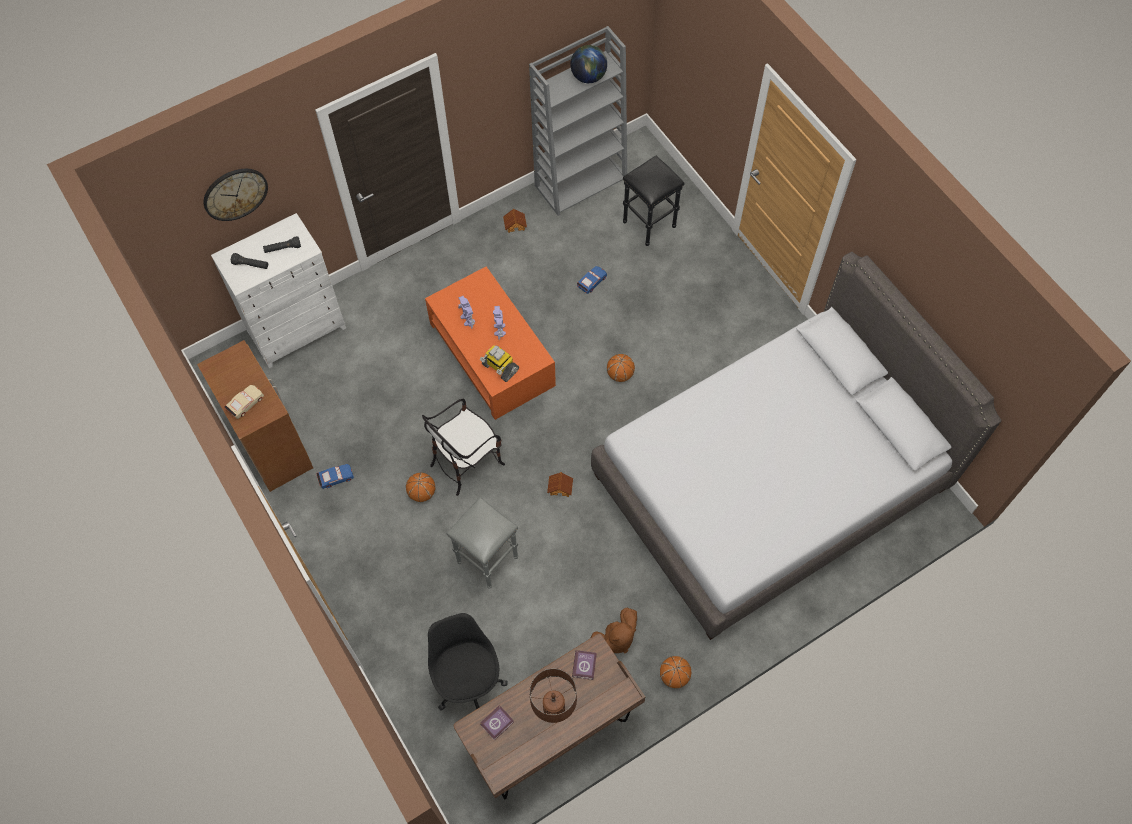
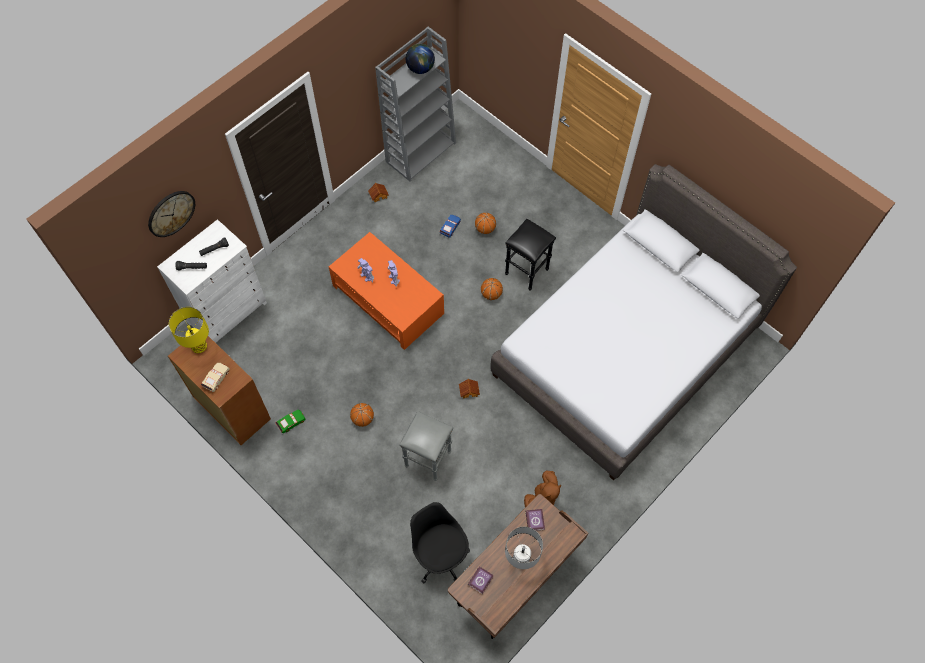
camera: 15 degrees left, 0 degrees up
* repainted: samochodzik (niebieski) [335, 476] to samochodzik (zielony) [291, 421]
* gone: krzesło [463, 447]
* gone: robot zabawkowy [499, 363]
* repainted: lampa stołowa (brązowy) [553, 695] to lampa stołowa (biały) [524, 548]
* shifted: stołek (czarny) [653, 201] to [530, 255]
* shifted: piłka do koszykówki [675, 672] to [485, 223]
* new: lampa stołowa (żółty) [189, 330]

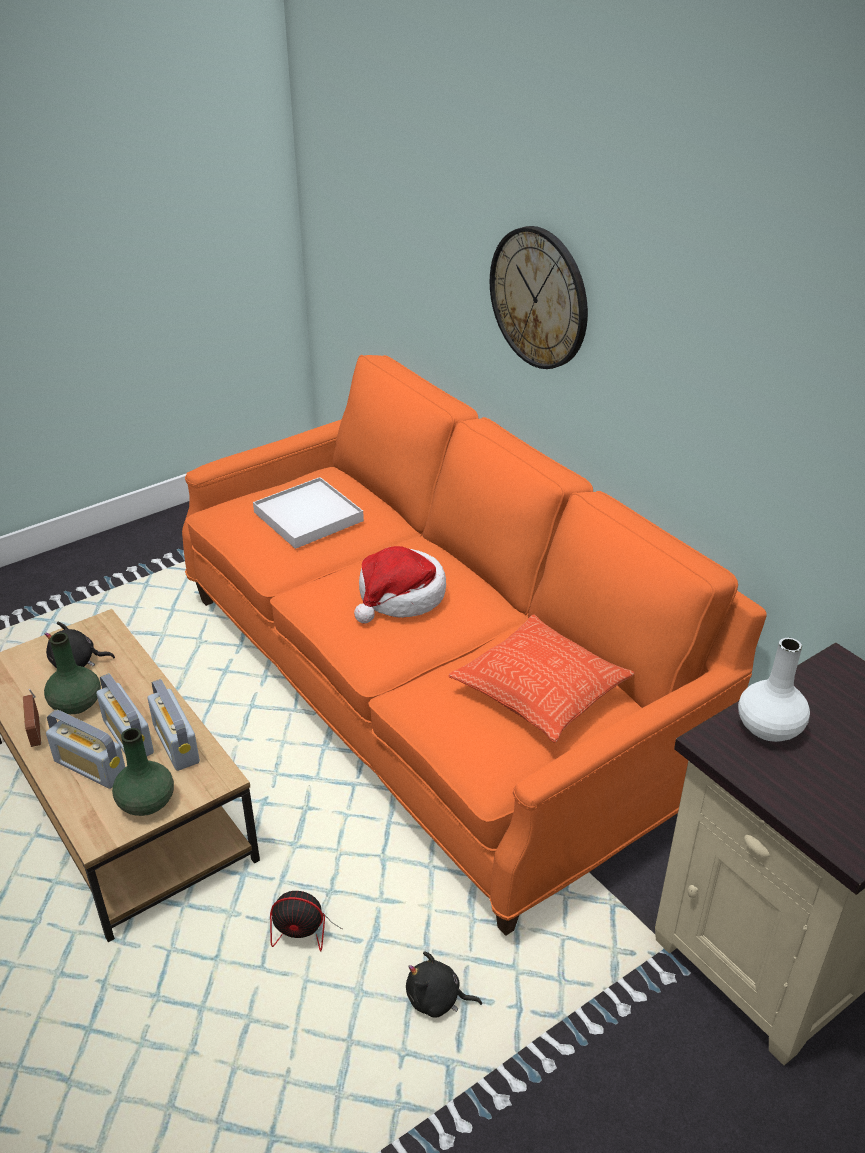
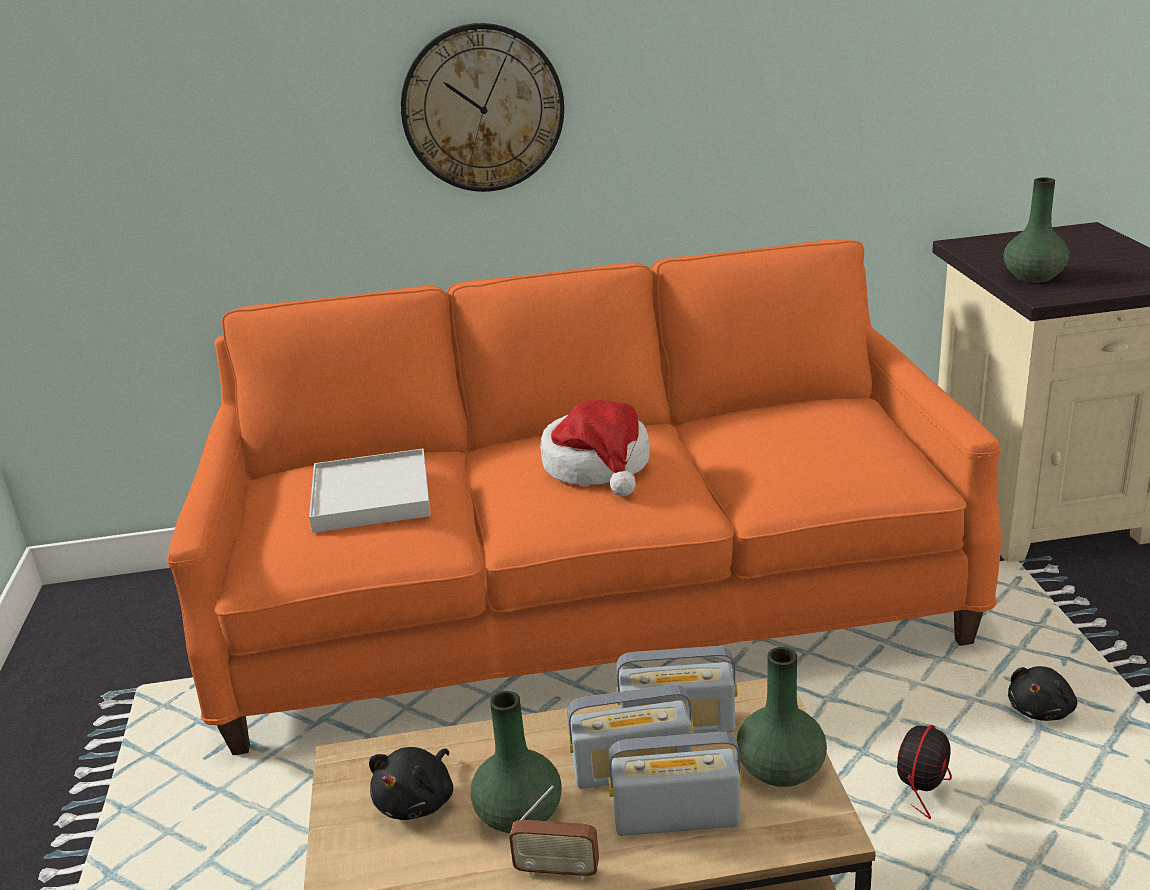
camera: 60 degrees left, 10 degrees down
* rotated: radio [85, 749] = [675, 784] 150 degrees counterclockwise
* gone: poduszka (pomarańczowy) [542, 679]
* repainted: wazon (biały) [774, 690] to wazon (zielony) [1036, 230]

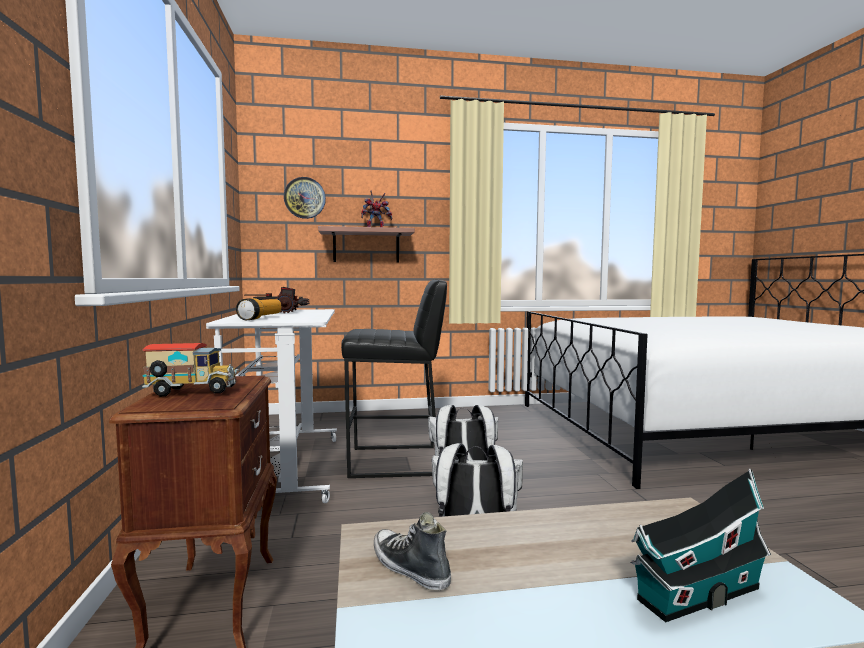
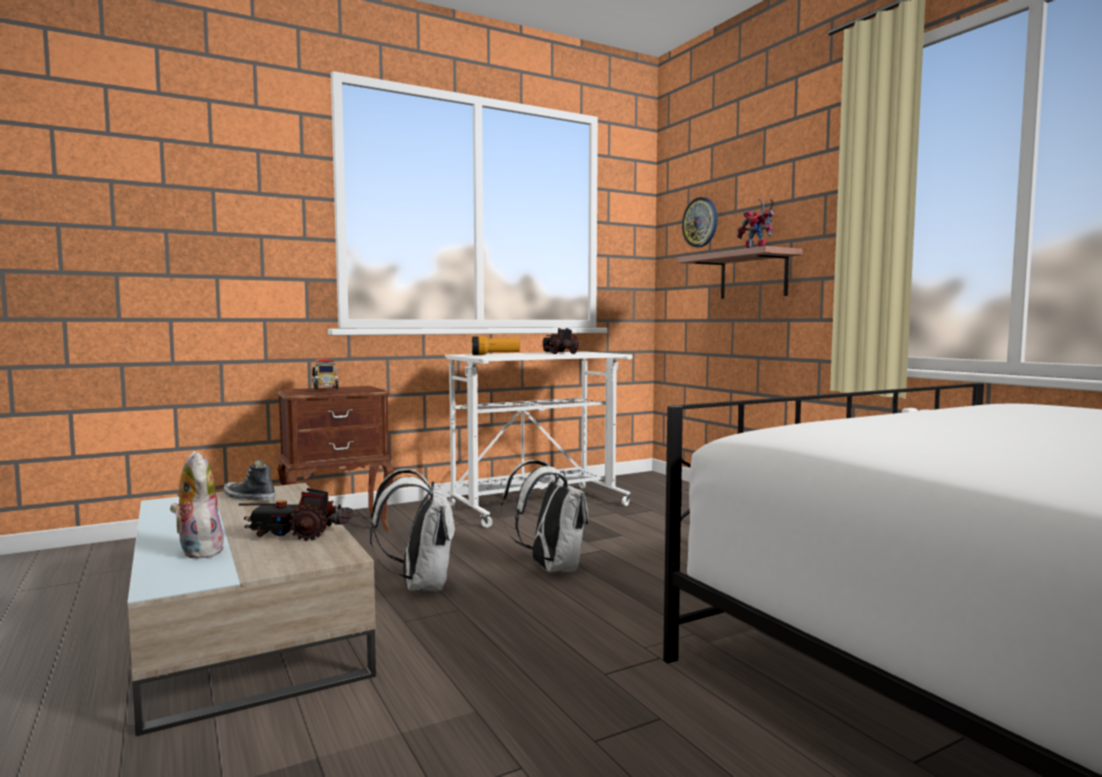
camera: 70 degrees right, 0 degrees up
* gone: stołek (czarny) [394, 379]
* rotated: but [412, 551] = [249, 480] 90 degrees counterclockwise
* swapped: domek [700, 545] to pluszak [196, 505]
* new: ciężarówka zabawkowa [296, 514]

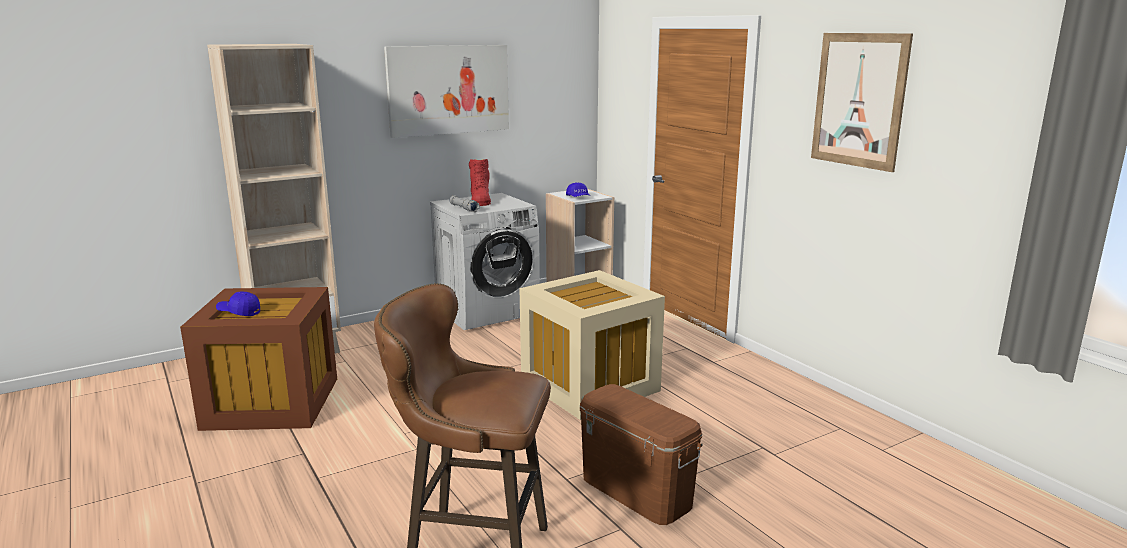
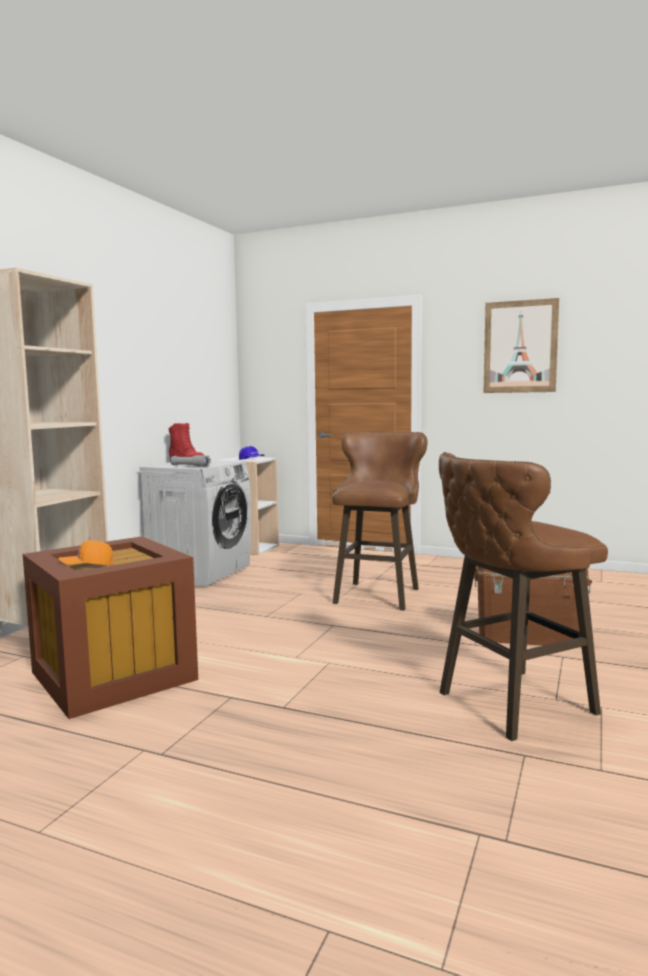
camera: 35 degrees left, 10 degrees down
* repainted: czapka z daszkiem (niebieski) [238, 304] to czapka z daszkiem (pomarańczowy) [85, 552]
* gone: obraz [446, 91]
* swapped: pojemnik do przechowywania (beżowy) [592, 345] to stołek (brązowy) [380, 521]

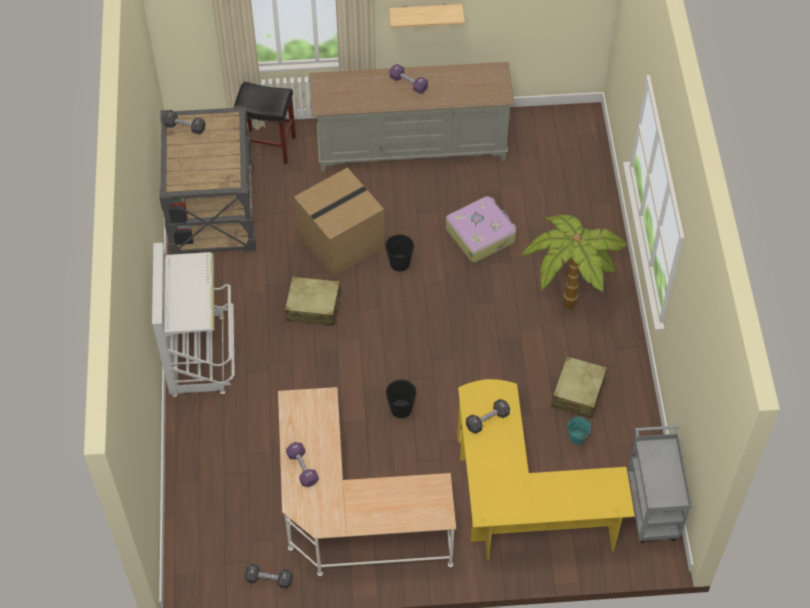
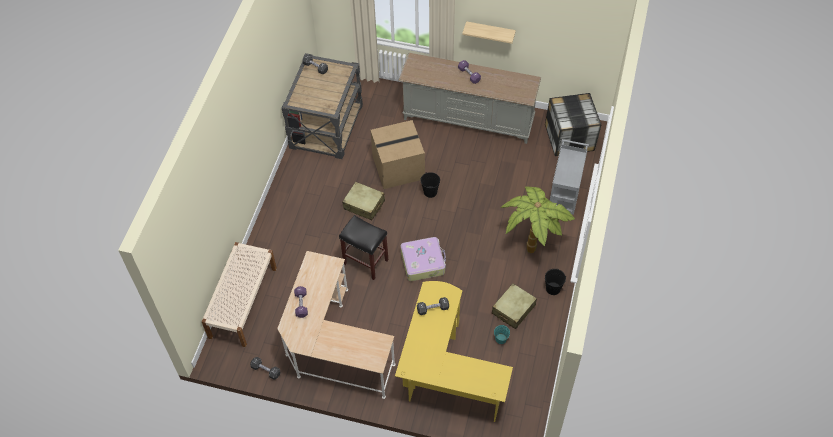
camera: 20 degrees right, 0 degrees up
* gone: regał na buty (biały) [193, 320]
* shifted: stołek (czarny) [265, 123] to [363, 247]
* shifted: wiadro (czarny) [401, 398] to [555, 282]
* shifted: walizka [481, 229] to [423, 259]
* shifted: wózek (szary) [659, 484] to [569, 177]
* new: ławka (beżowy) [239, 294]
* new: pojemnik do przechowywania [573, 124]

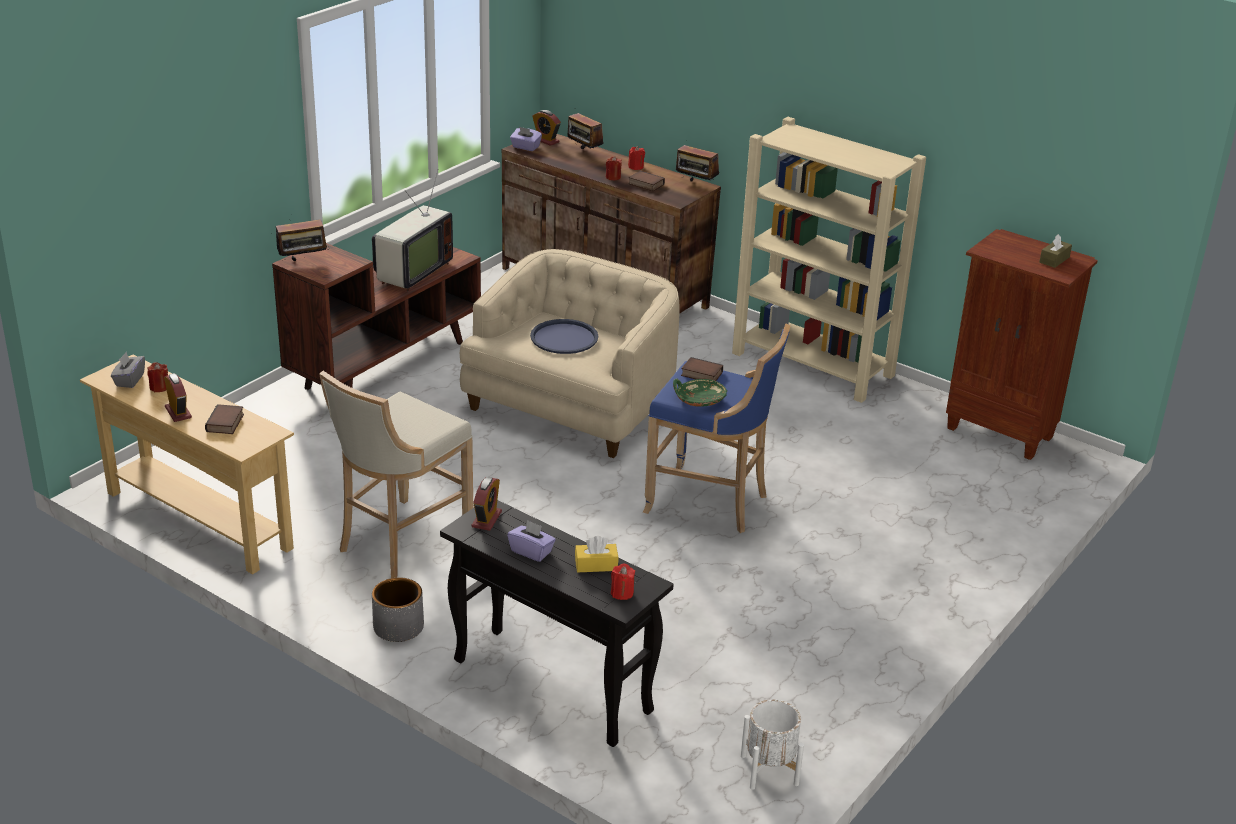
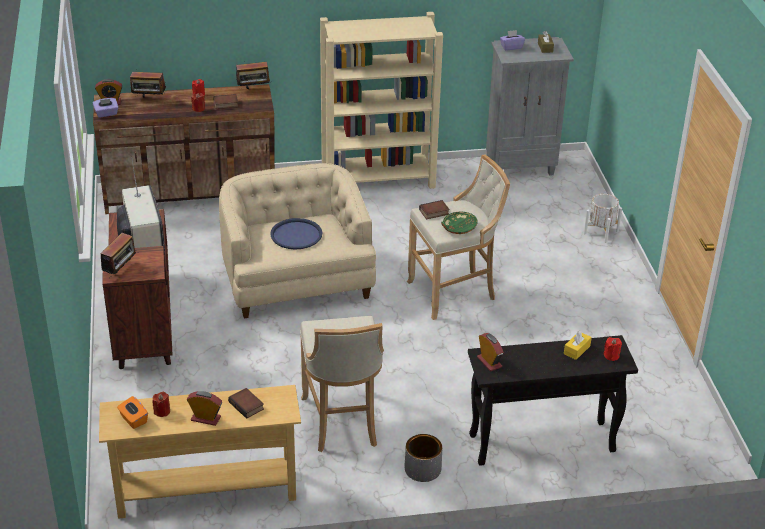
camera: 45 degrees left, 5 degrees up
* repainted: pudełko chusteczek (szary) [128, 370] to pudełko chusteczek (pomarańczowy) [132, 412]
* shifted: pudełko chusteczek (fioletowy) [531, 541] to [512, 40]
* repainted: stołek (niebieski) [717, 428] to stołek (beżowy) [458, 237]
* shifted: donica (biały) [772, 744] to [603, 218]
* repainted: szafka (brązowy) [1022, 344] to szafka (szary) [530, 106]

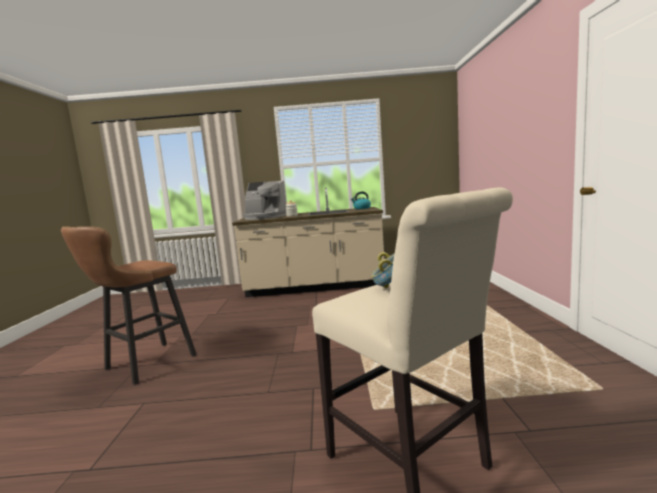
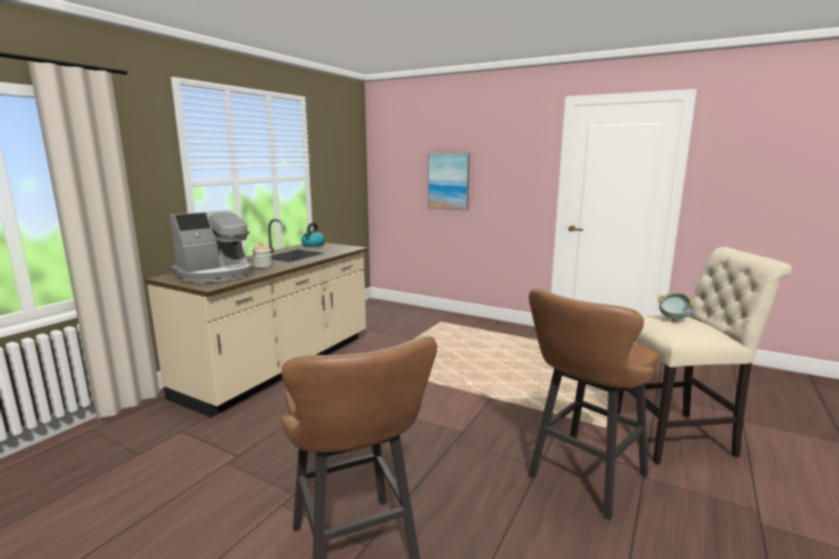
camera: 60 degrees left, 5 degrees up
* new: obraz [449, 181]
* new: stołek (brązowy) [593, 404]

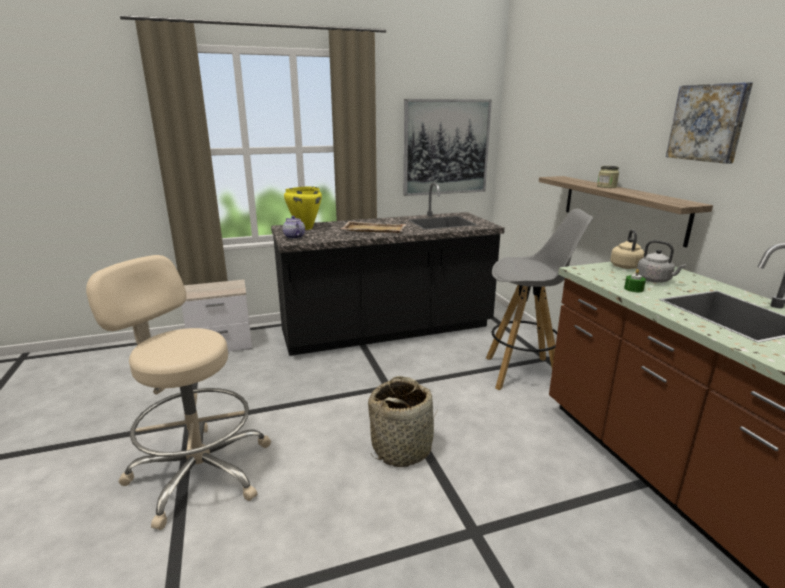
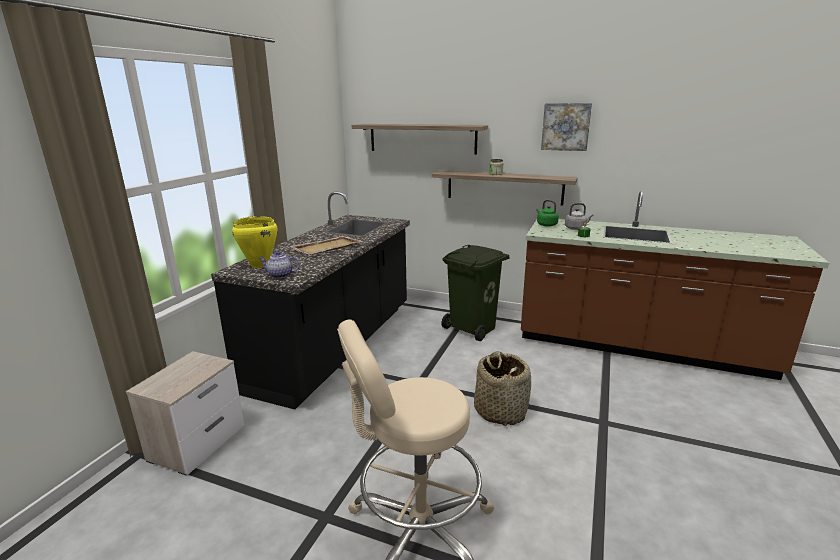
camera: 50 degrees left, 0 degrees up
* gone: obraz [448, 147]
* swapped: stołek (szary) [539, 299] to kosz na śmieci (zielony) [475, 293]
* repainted: czajnik (beżowy) [627, 249] to czajnik (zielony) [547, 213]
* new: półka [420, 139]

